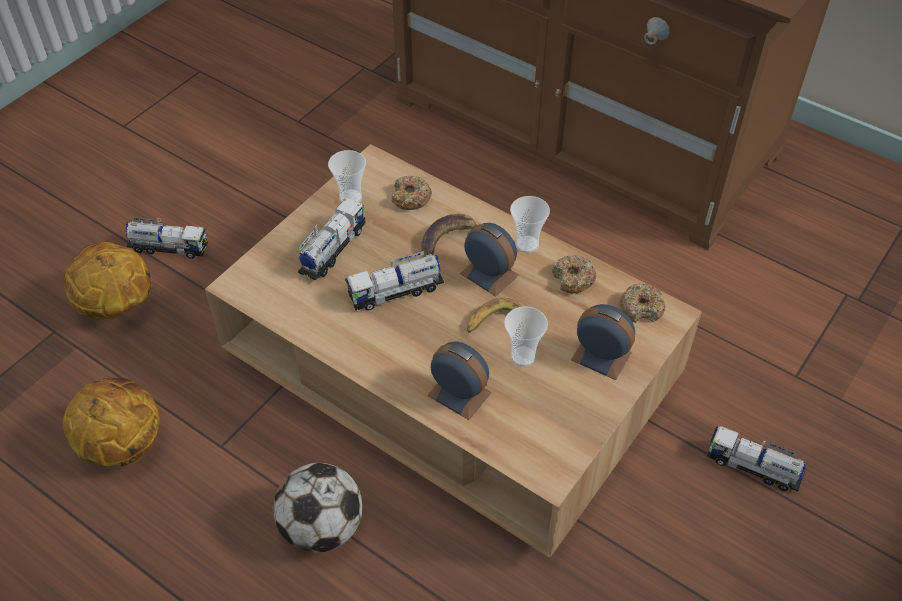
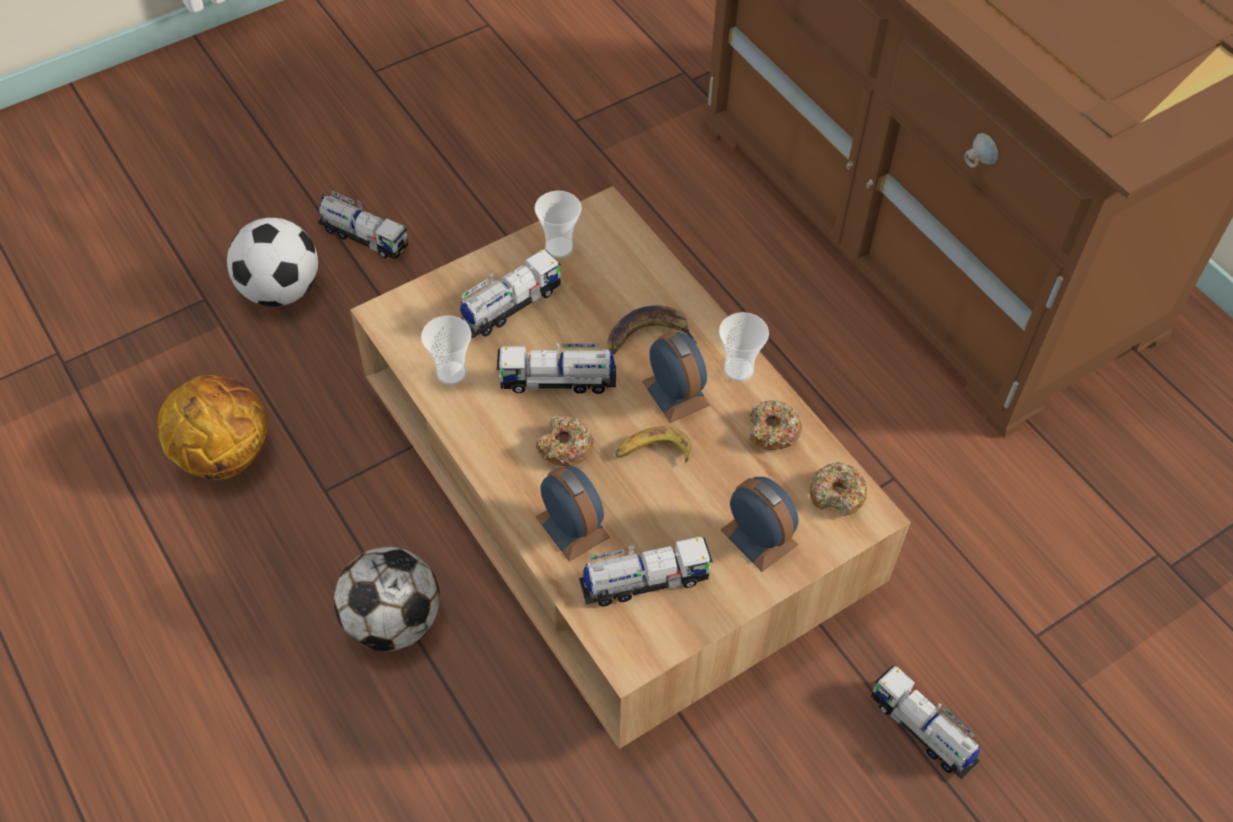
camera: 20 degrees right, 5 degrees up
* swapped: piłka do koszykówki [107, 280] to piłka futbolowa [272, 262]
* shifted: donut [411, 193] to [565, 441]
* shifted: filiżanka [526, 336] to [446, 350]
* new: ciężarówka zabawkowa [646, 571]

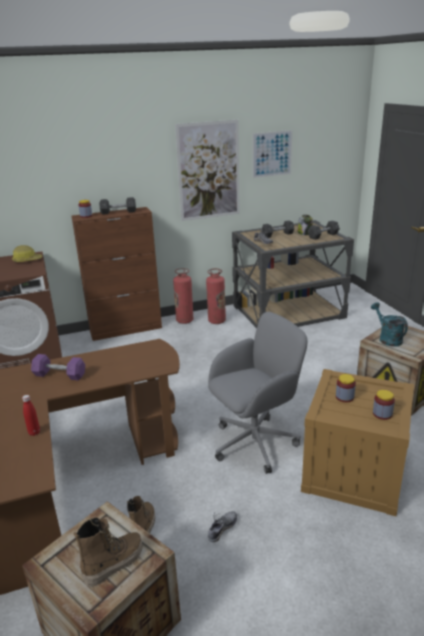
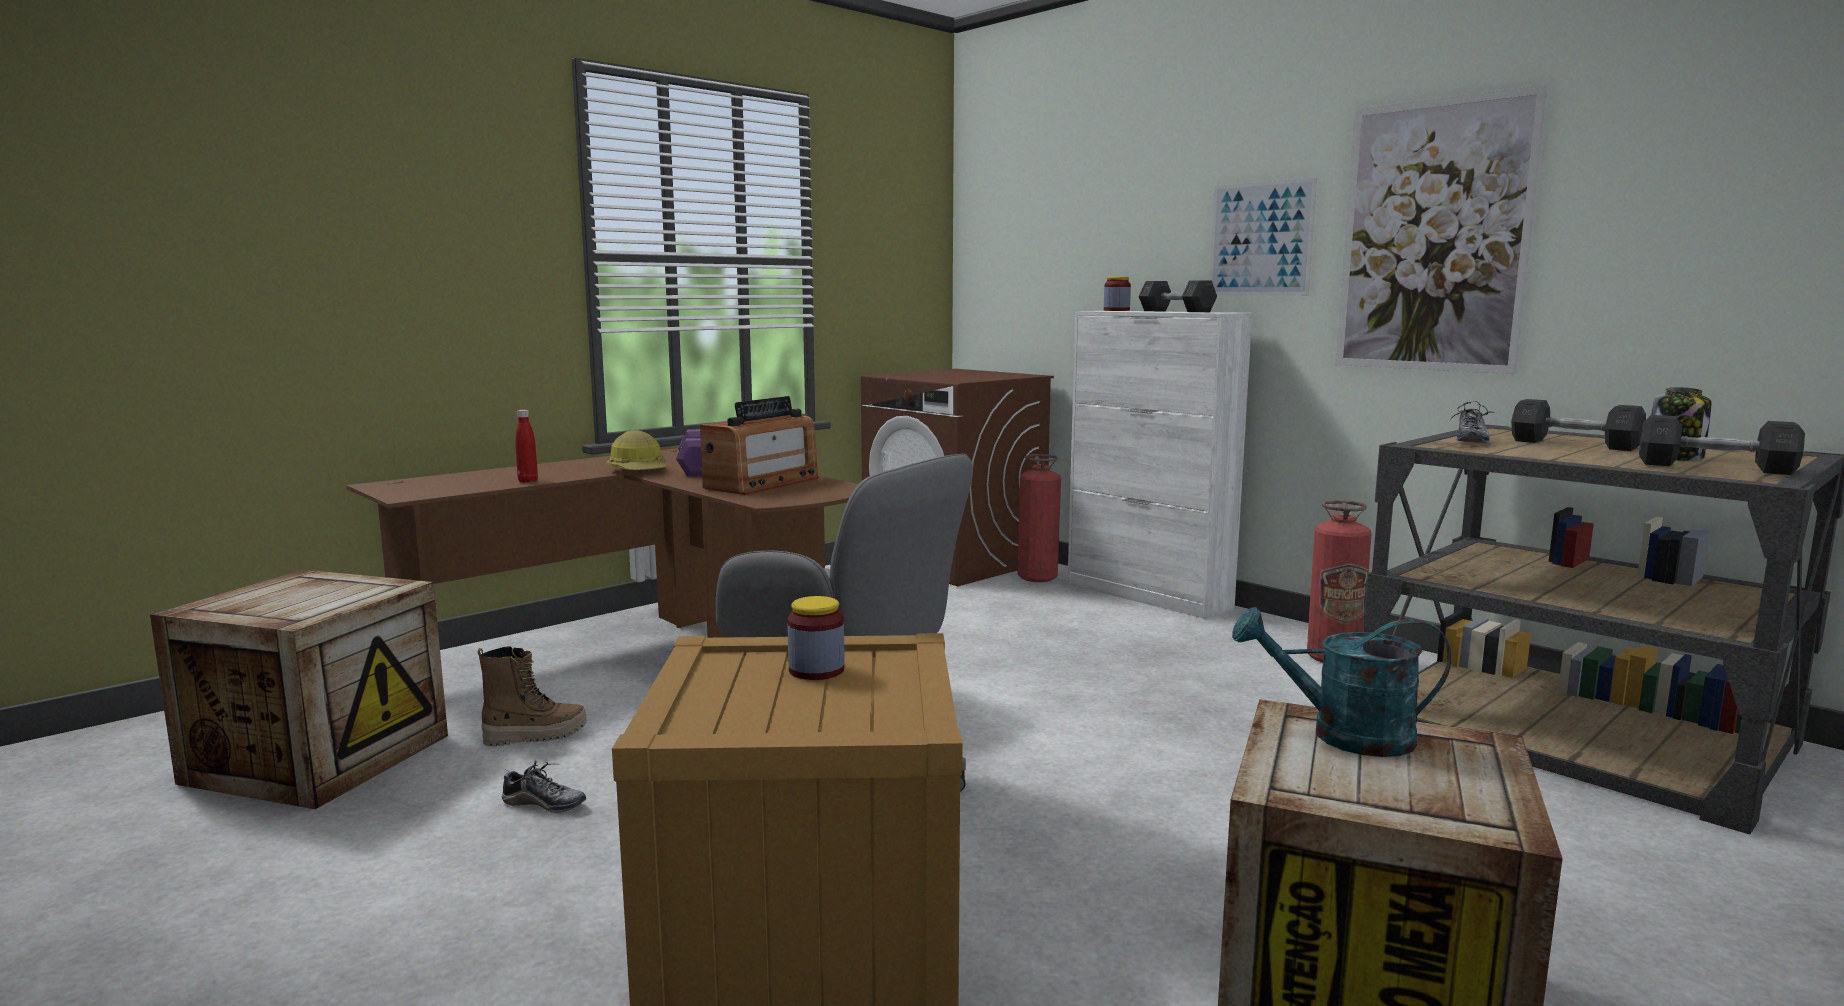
camera: 65 degrees right, 15 degrees down
* shifted: kask [27, 253] to [636, 450]
* repainted: szafka (brązowy) [117, 274] to szafka (biały) [1160, 465]
* gone: but z cholewką [108, 552]
* shifted: gaśnica [183, 296] to [1039, 518]
* shifted: obraz [272, 154] to [1263, 237]
* rotated: konewka (turkusowy) [389, 324] = [1341, 682] 120 degrees counterclockwise
* gone: słoik [384, 405]
* new: radio [759, 445]

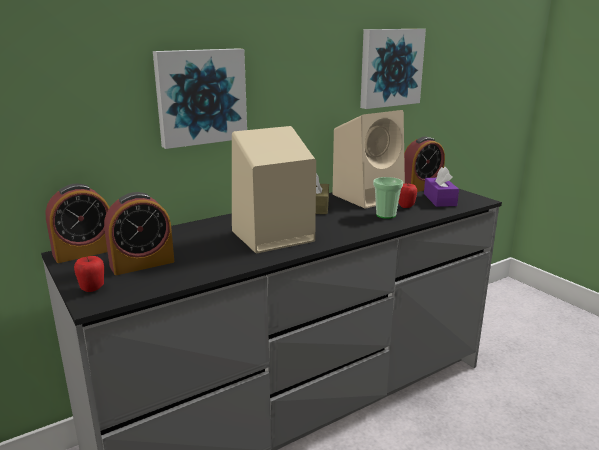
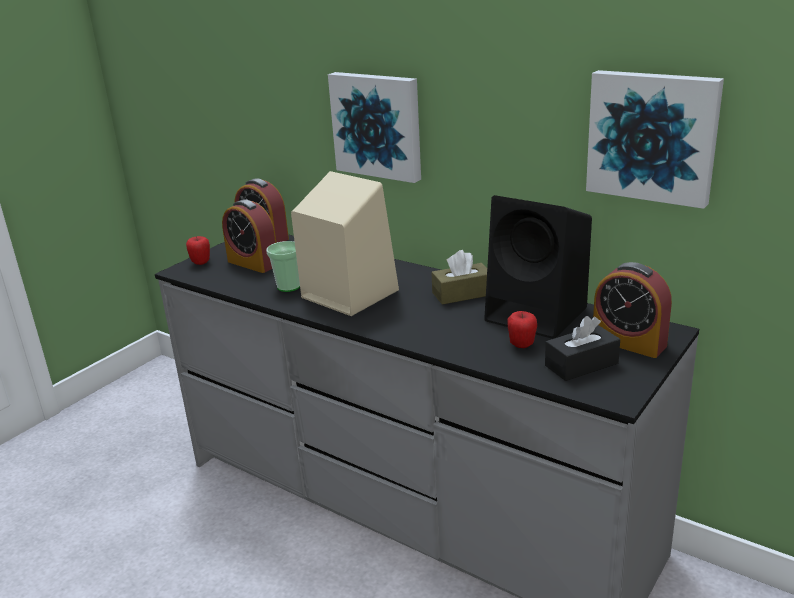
camera: 70 degrees right, 5 degrees up
* repainted: głośnik (beżowy) [368, 159] to głośnik (czarny) [538, 267]
* shifted: filiżanka [388, 198] to [283, 266]
* repainted: pudełko chusteczek (fioletowy) [441, 187] to pudełko chusteczek (czarny) [582, 348]

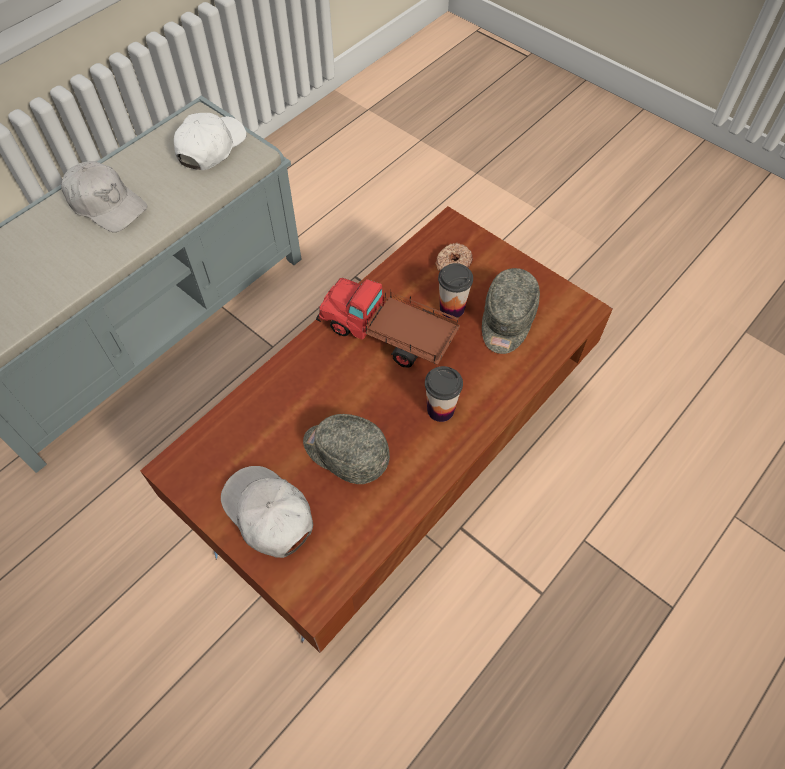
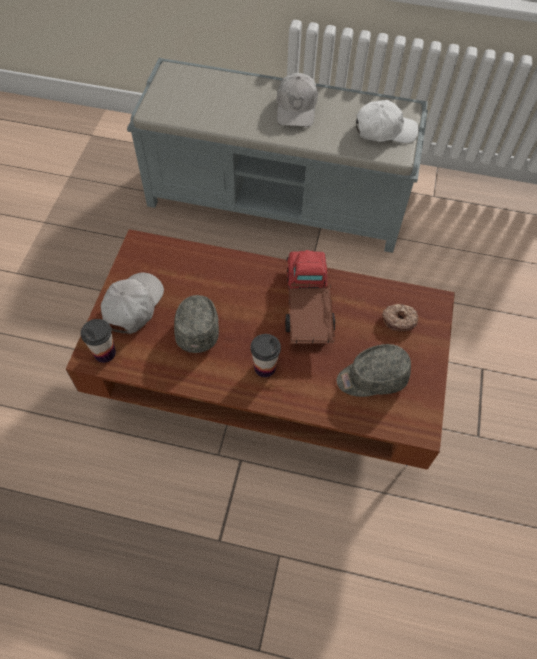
camera: 60 degrees right, 0 degrees up
* shifted: filiżanka [455, 291] to [98, 341]

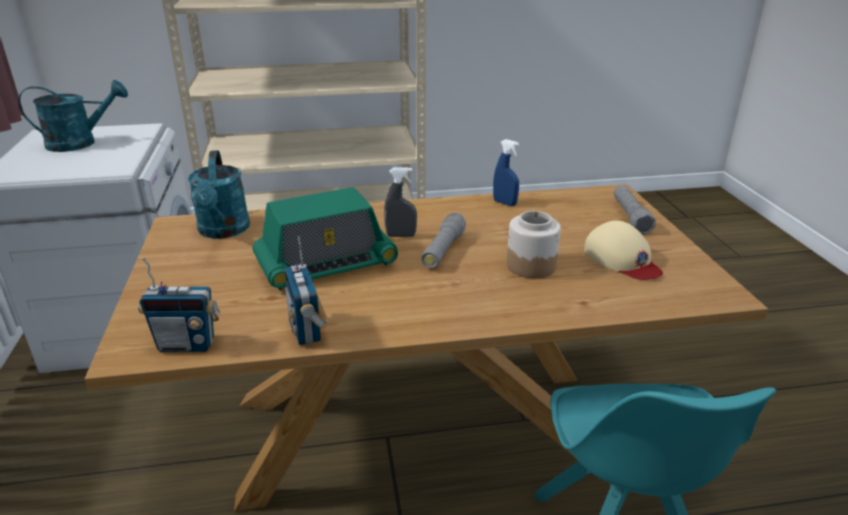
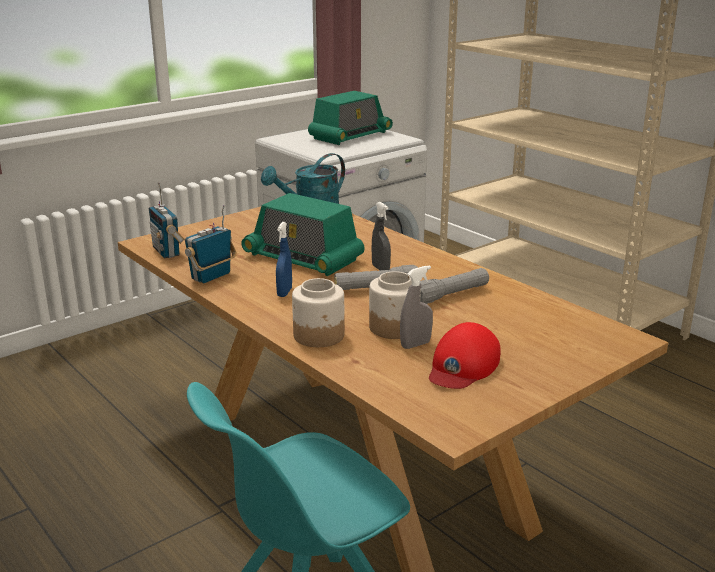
camera: 60 degrees right, 5 degrees down
* swapped: konewka (turkusowy) [73, 116] to radio [350, 118]
* shifted: spryskiwacz (niebieski) [506, 172] to [284, 259]
* repainted: czapka z daszkiem (beżowy) [623, 250] to czapka z daszkiem (czerwony) [464, 355]
* shifted: latarka (szary) [635, 209] to [454, 286]
* new: słoik [318, 312]
* new: spryskiwacz (szary) [416, 307]

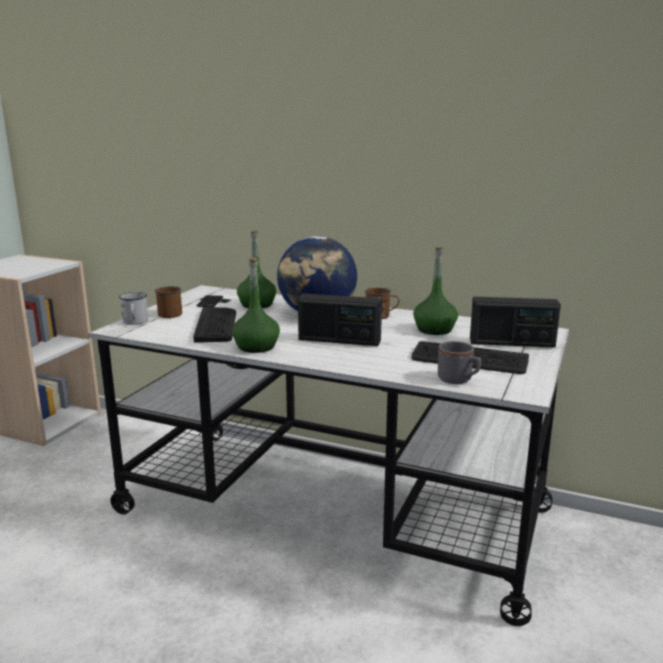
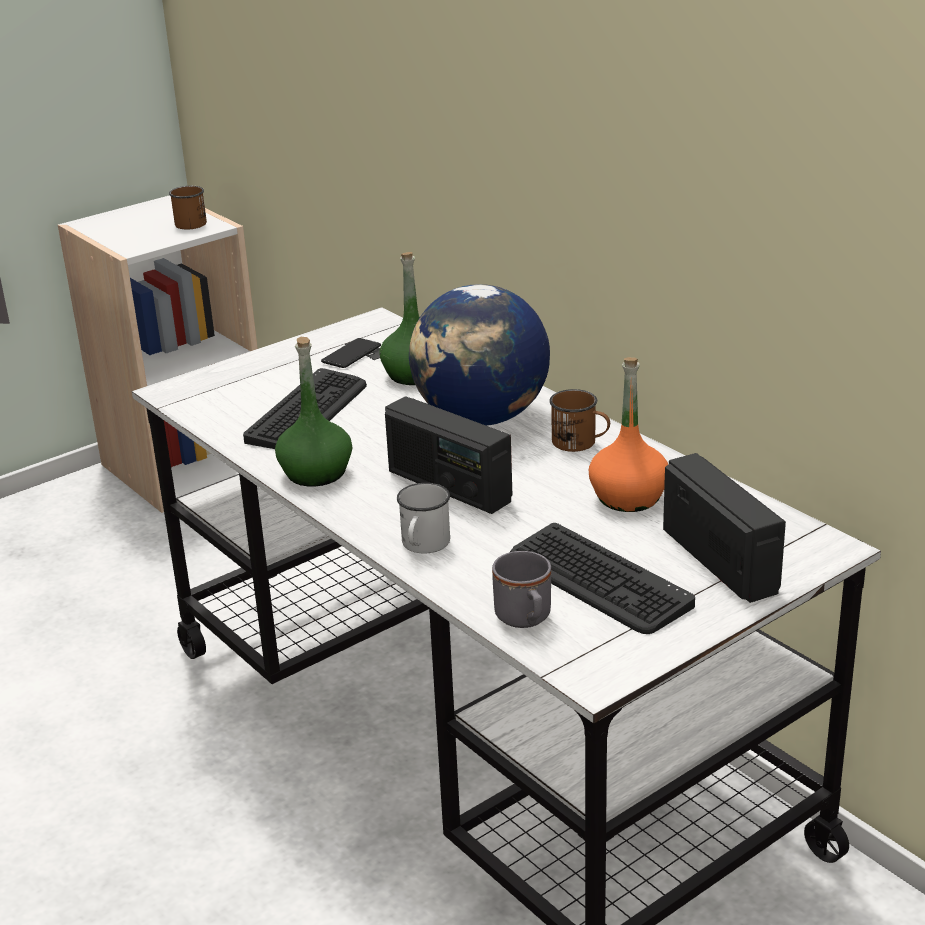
camera: 30 degrees right, 10 degrees up
* shifted: kubek (biały) [133, 308] to [423, 518]
* shifted: kubek (brązowy) [168, 302] to [188, 207]
* repainted: butelka (zielony) [435, 291] to butelka (pomarańczowy) [628, 434]
* rotated: radio [515, 322] = [724, 528] 150 degrees counterclockwise

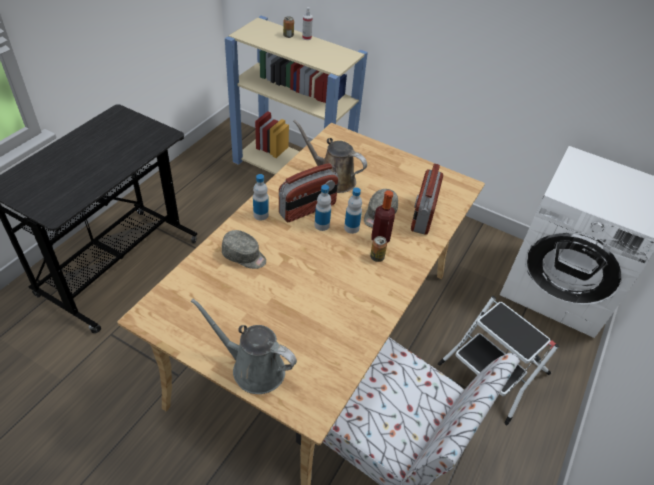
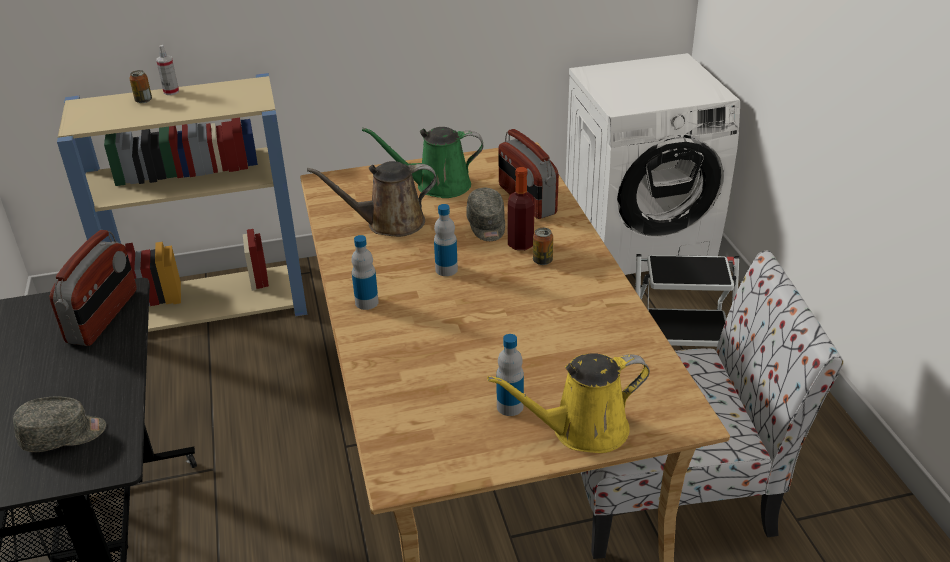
camera: 40 degrees left, 10 degrees down
* repainted: konewka (szary) [244, 346] to konewka (żółty) [568, 403]
* shifted: czapka z daszkiem (szary) [244, 249] to [59, 424]
* shifted: radio [308, 192] to [93, 288]
* shifted: butelka [353, 210] to [510, 375]
* new: konewka (zielony) [422, 162]

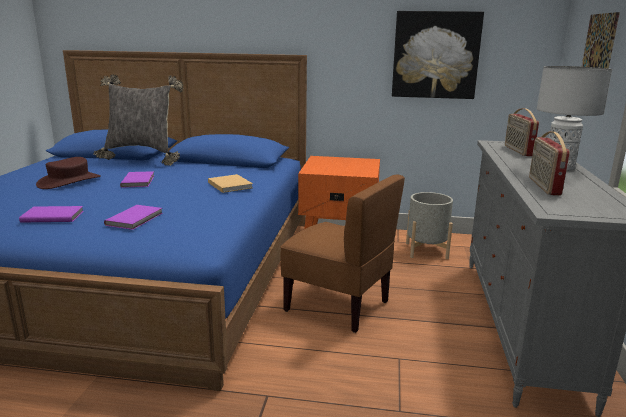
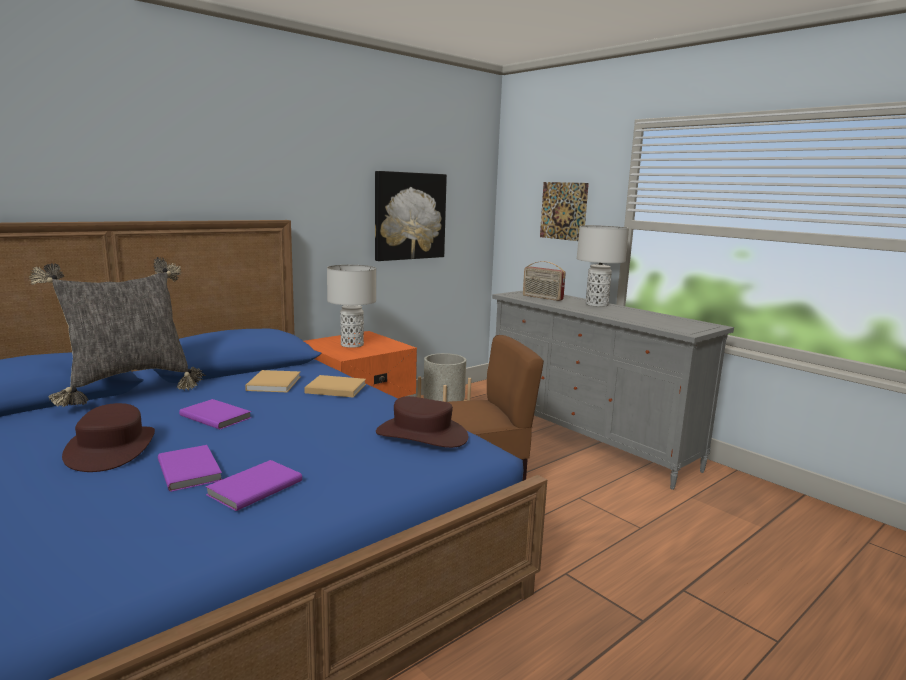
camera: 50 degrees left, 5 degrees down
* shifted: książka (fioletowy) [133, 217] to [190, 468]
* gone: radio [549, 163]
* new: książka (beżowy) [273, 381]
* new: lampa stołowa (biały) [351, 306]
* new: kapelusz (brązowy) [422, 422]

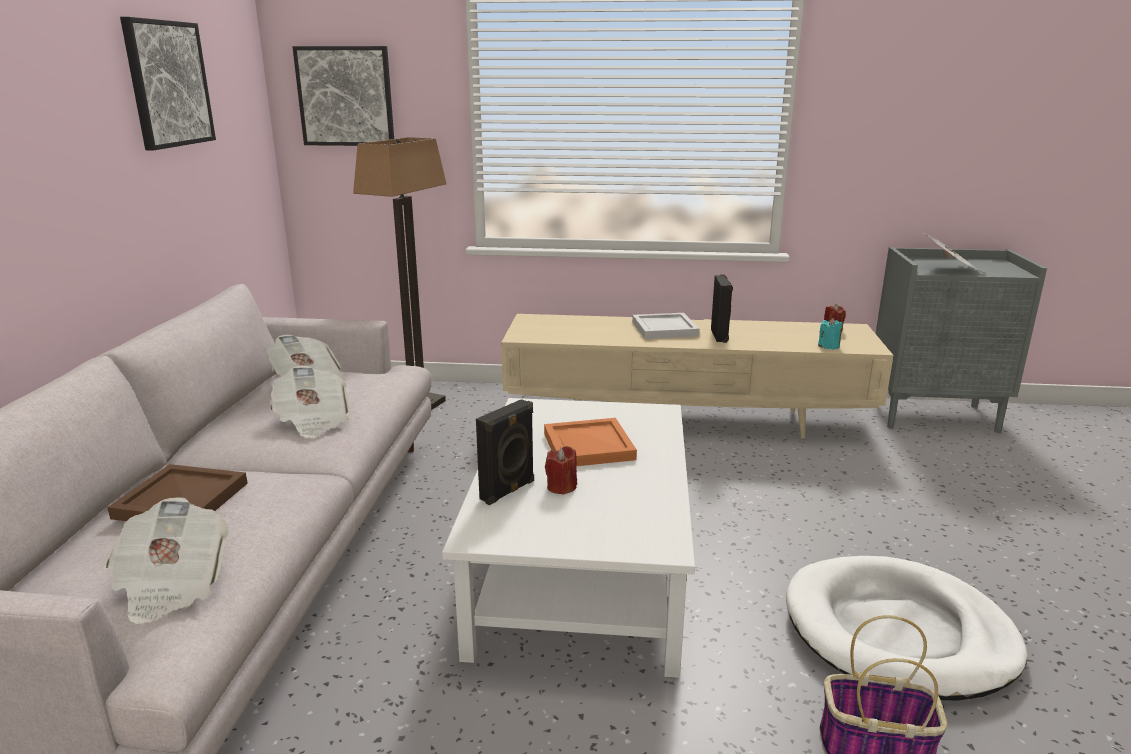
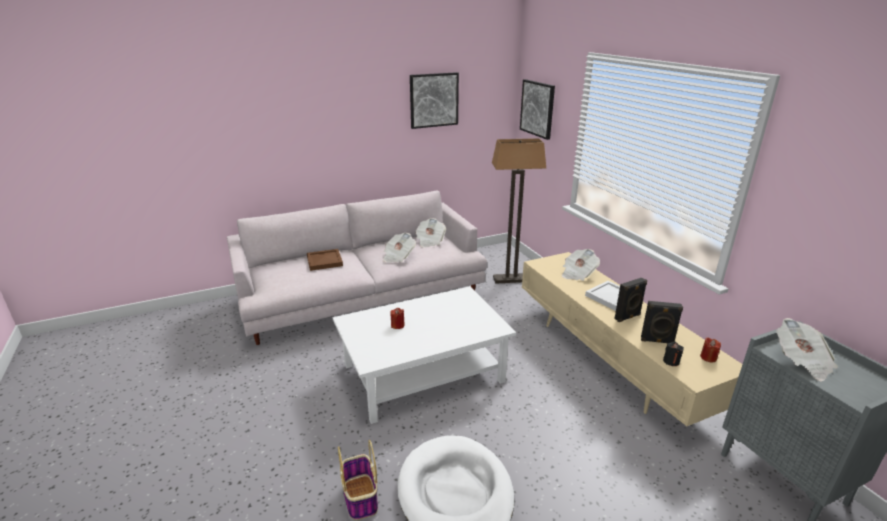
camera: 60 degrees right, 5 degrees up
* shifted: gazeta [167, 560] to [581, 265]
* shifted: głośnik (czarny) [505, 452] to [662, 322]
* gone: taca (pomarańczowy) [590, 442]
* repainted: świeca (turkusowy) [830, 334] to świeca (czarny) [673, 354]

